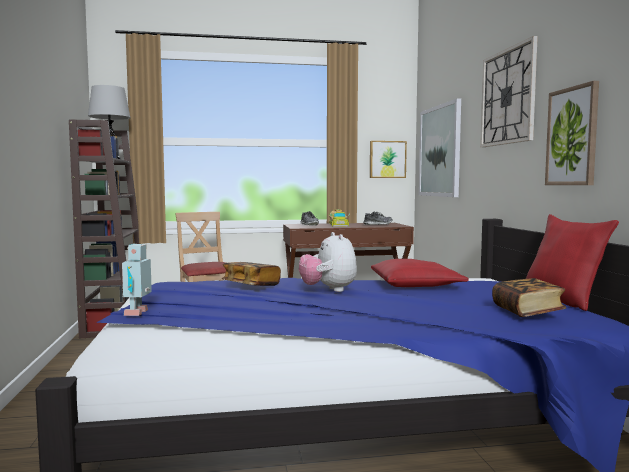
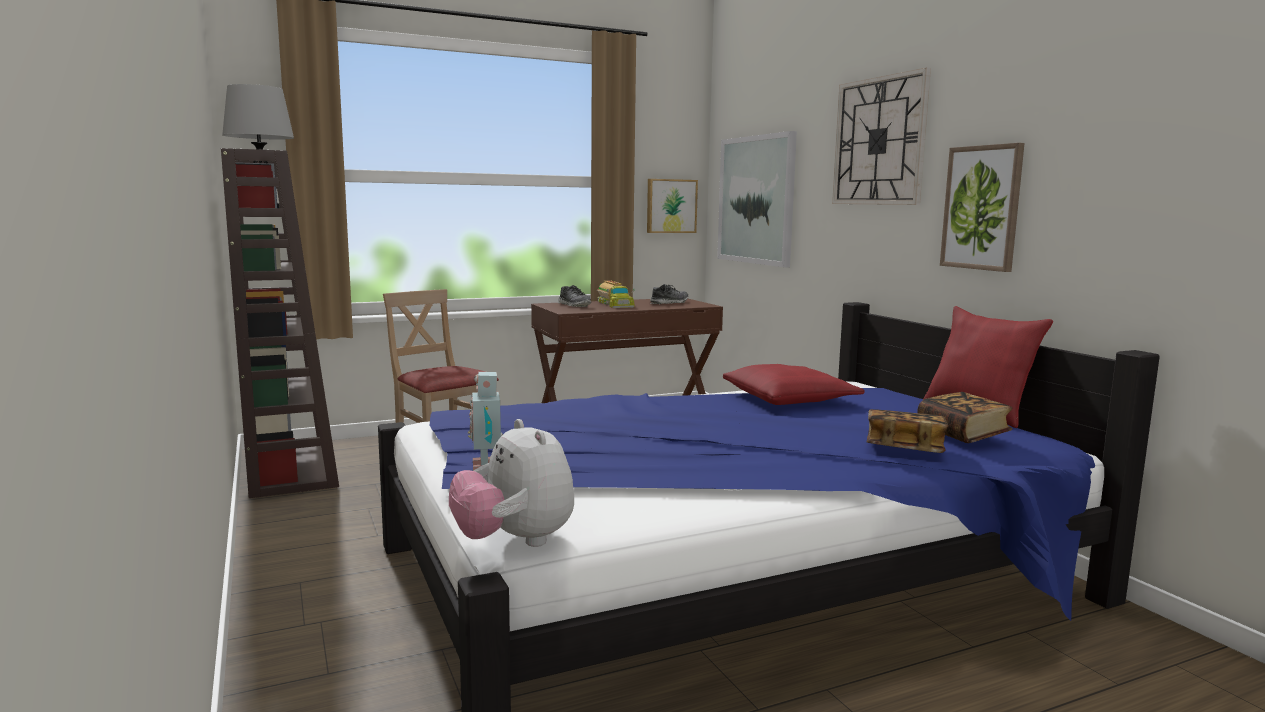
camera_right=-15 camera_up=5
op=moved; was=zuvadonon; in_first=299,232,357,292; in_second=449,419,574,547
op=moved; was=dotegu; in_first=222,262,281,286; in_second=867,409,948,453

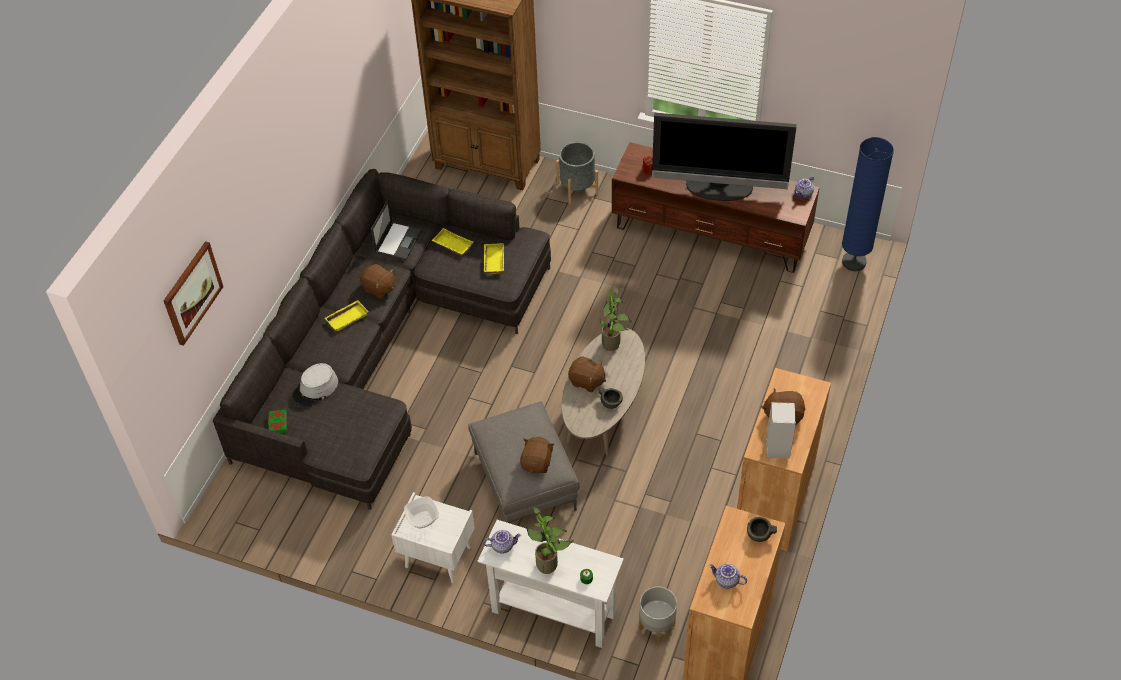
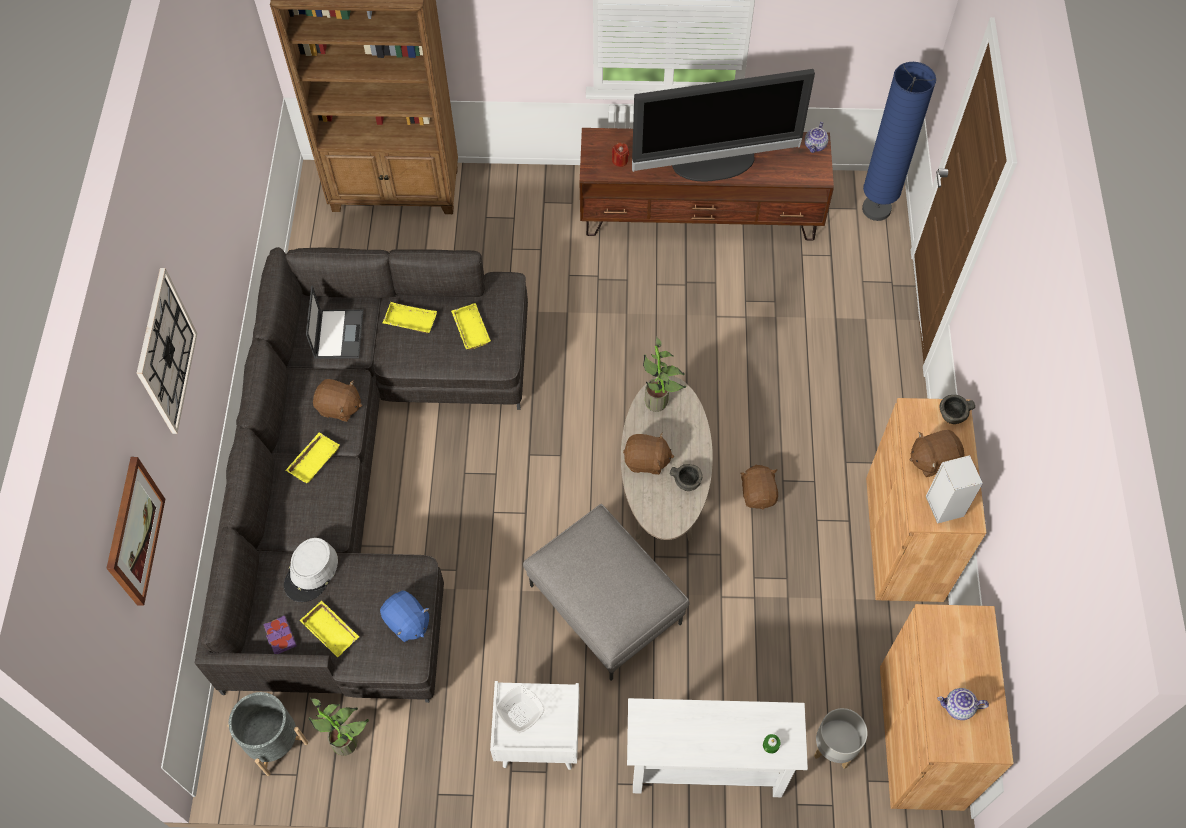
camera_right=-20 camera_up=10
op=added; now=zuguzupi; in_second=137,268,197,434
op=moved; was=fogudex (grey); in_first=556,142,598,204; in_second=227,692,308,776
op=recoloured; was=dotegu (green); now=dotegu (purple); in_first=268,409,287,433; in_second=263,616,296,654
op=added; now=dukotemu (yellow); in_second=300,600,359,657
op=moved; was=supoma; in_first=526,506,574,574; in_second=308,698,369,756
op=added; now=zuvadonon (blue); in_second=380,590,429,642
op=moved; was=zuvadonon (brown); in_first=520,437,554,473; in_second=741,465,778,509
op=moved; was=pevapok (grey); in_first=747,517,777,542; in_second=939,395,975,424
op=removed; was=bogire; in_first=483,530,521,553

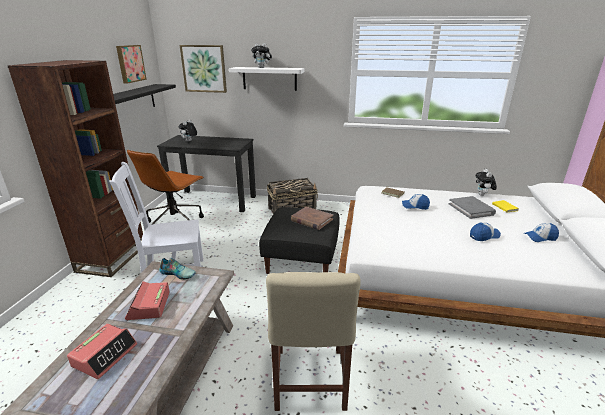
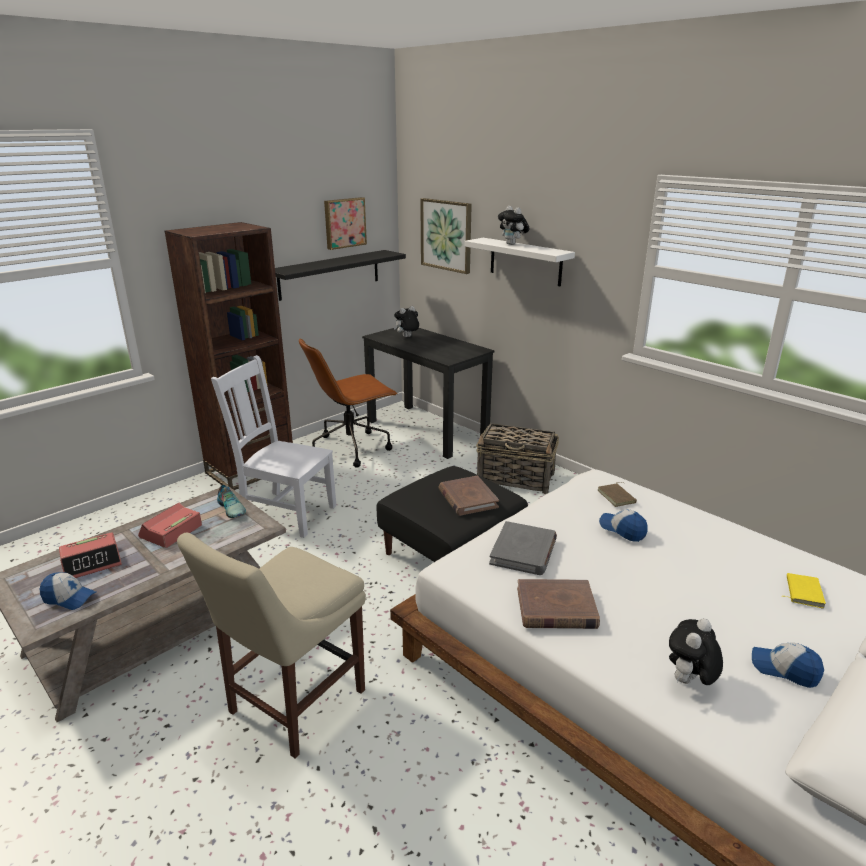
camera_right=35 camera_up=0
op=moved; was=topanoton; in_first=470,222,501,241; in_second=40,572,97,610
op=moved; was=dotegu (grey); in_first=449,196,496,219; in_second=489,521,557,575
op=added; now=dotegu (brown); in_second=517,579,600,629
op=moved; was=zuvadonon; in_first=475,169,497,196; in_second=669,618,723,685

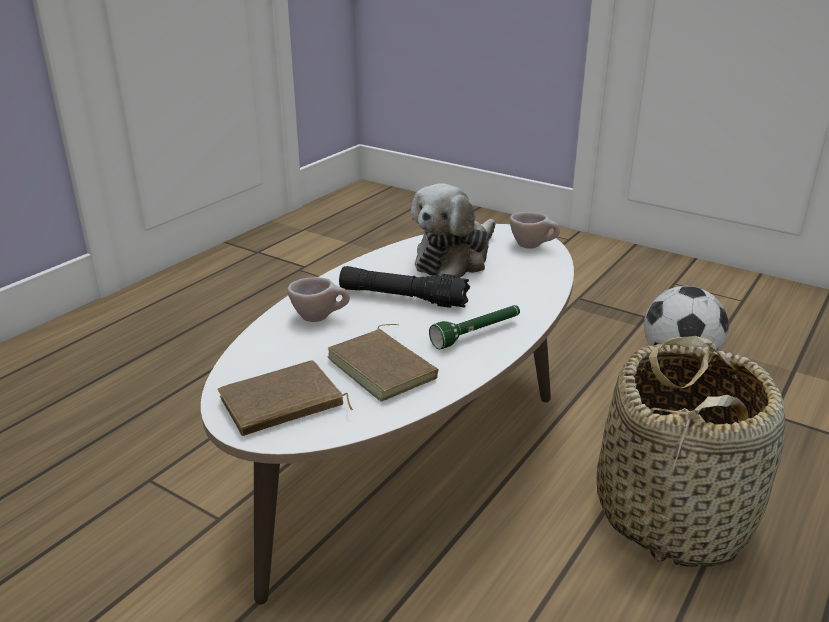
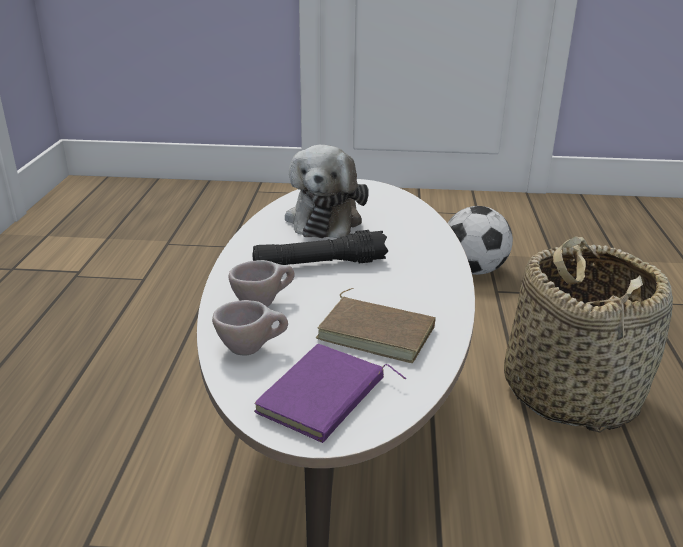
camera_right=-30 camera_up=0
op=moved; was=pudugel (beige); in_first=509,212,560,248; in_second=212,300,288,356
op=recoloured; was=dotegu (brown); now=dotegu (purple); in_first=217,360,353,436; in_second=254,344,406,443
op=removed; was=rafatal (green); in_first=429,305,520,349

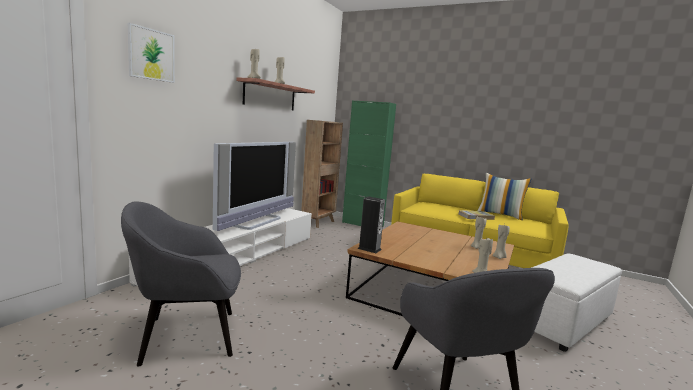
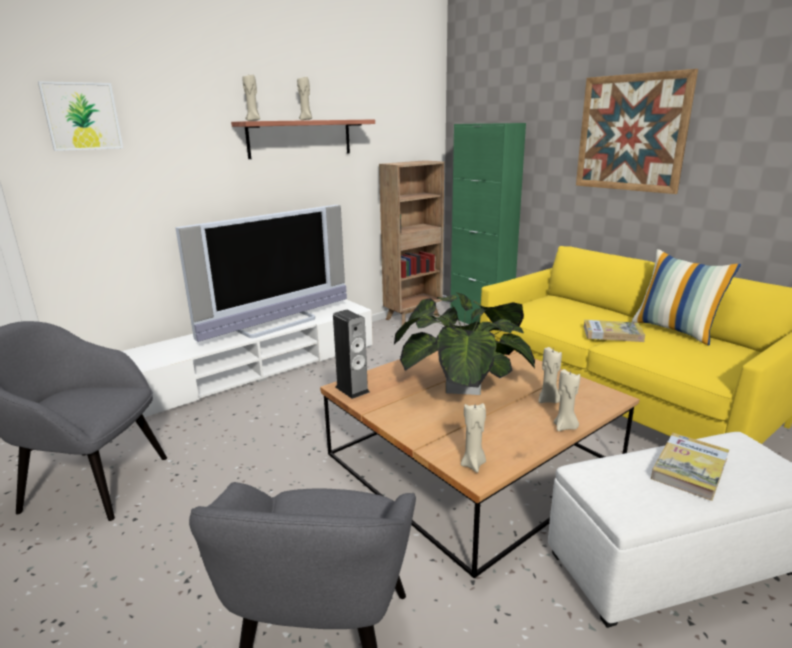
camera_right=25 camera_up=10
op=added; now=supoma; in_second=394,291,535,395
op=added; now=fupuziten; in_second=576,69,698,194
op=added; now=dotegu; in_second=651,433,729,501

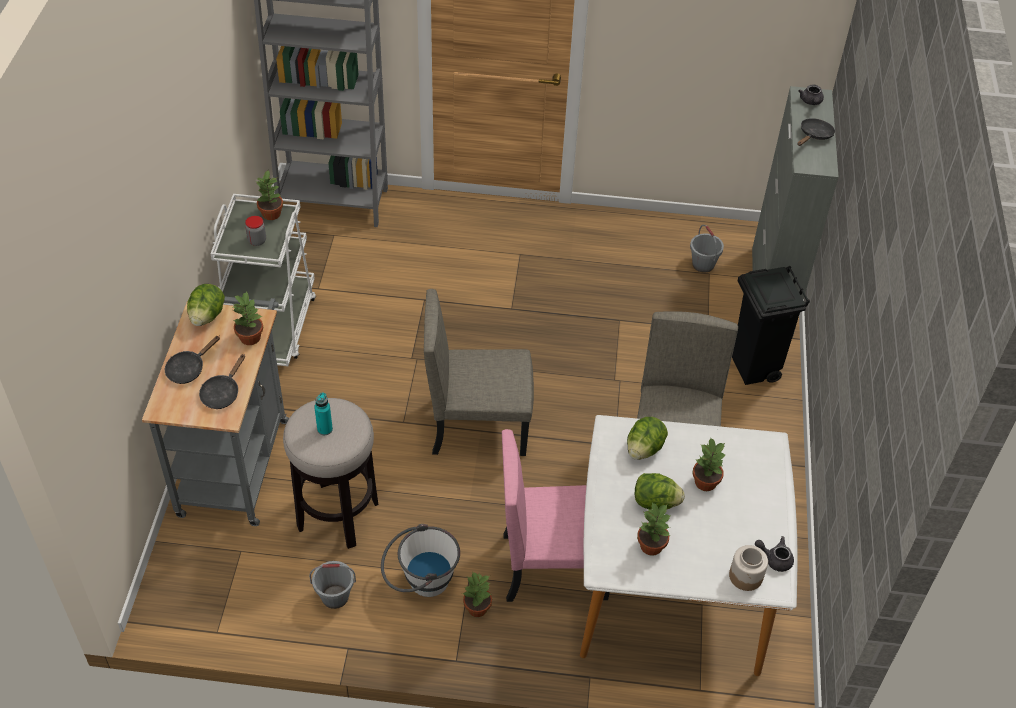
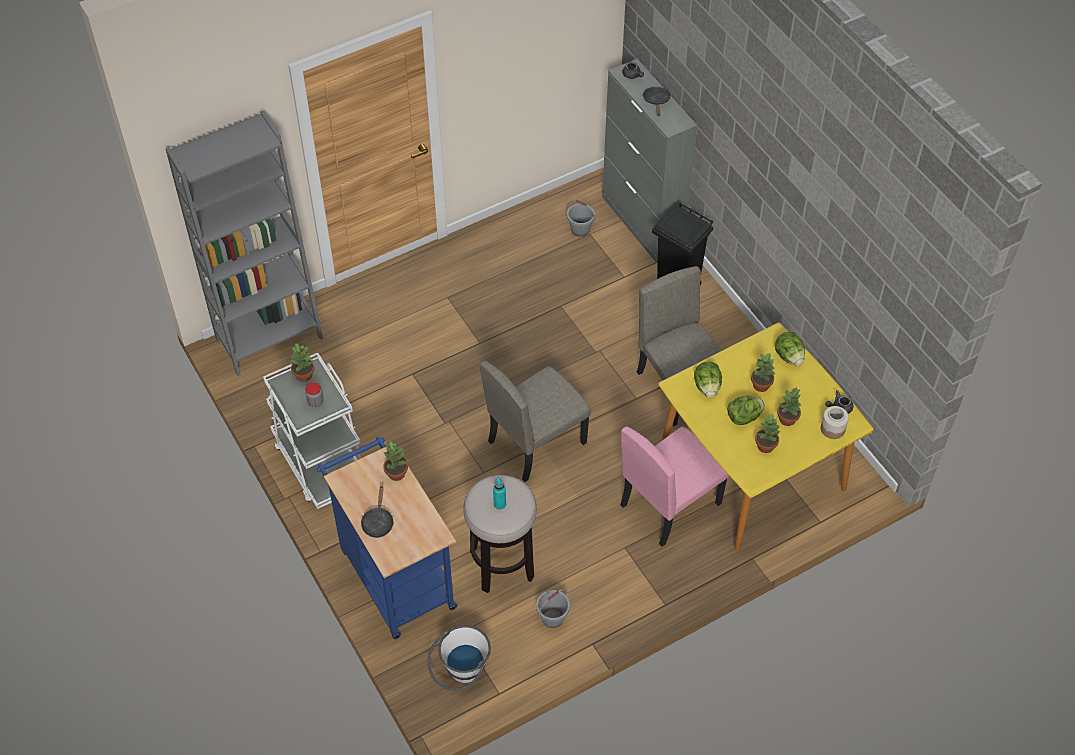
camera_right=-35 camera_up=5
op=recoloured; was=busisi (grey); now=busisi (blue); in_first=142,296,289,526; in_second=316,436,457,639
op=moved; was=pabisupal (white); in_first=381,524,460,597; in_second=428,625,491,691
op=recoloured; was=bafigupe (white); now=bafigupe (yellow); in_first=580,415,798,676; in_second=658,322,874,550
op=moved; was=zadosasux; in_first=187,284,225,326; in_second=775,332,805,366
op=moved; was=supoma; in_first=462,571,492,617; in_second=777,387,802,426
op=removed; was=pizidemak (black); in_first=199,355,245,409

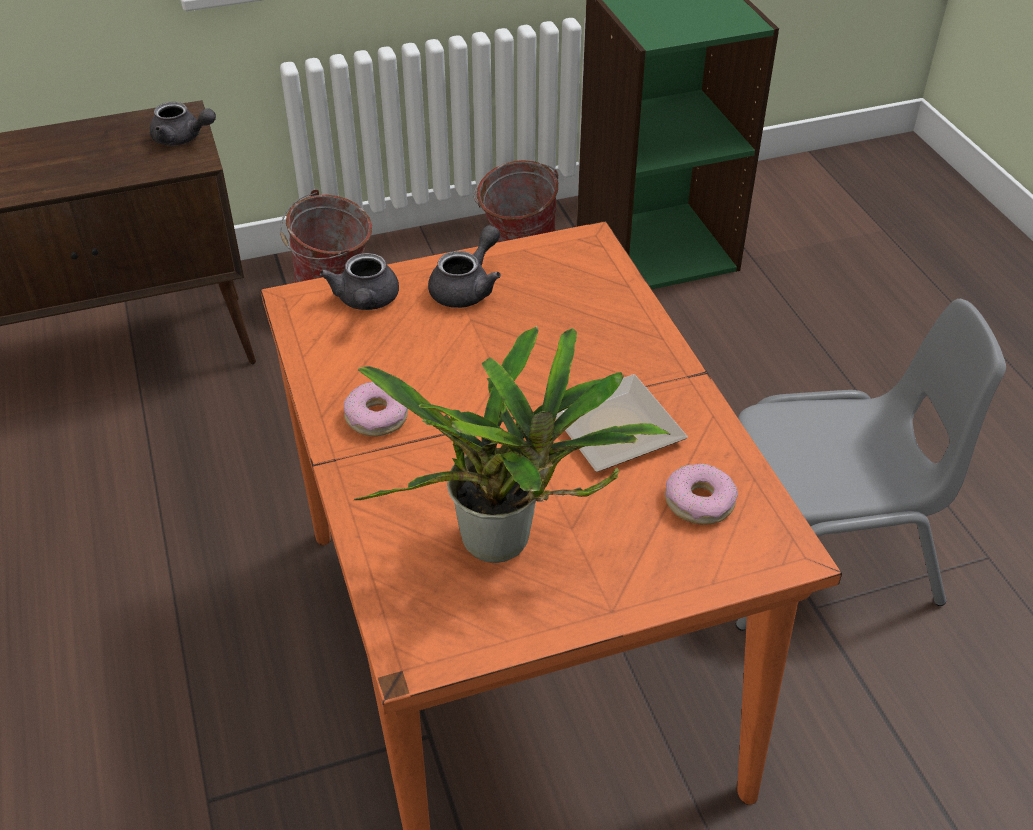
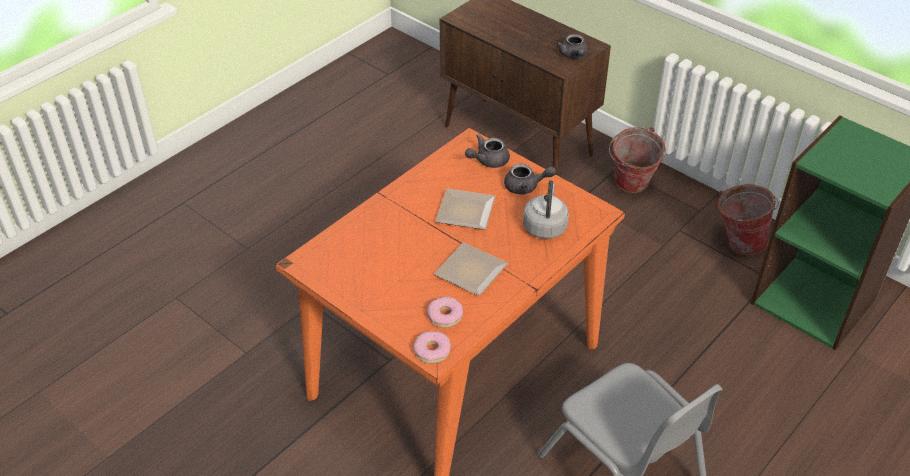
camera_right=60 camera_up=0
op=moved; was=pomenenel; in_first=344,382,408,437; in_second=414,331,451,364
op=added; now=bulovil; in_second=435,189,495,230
op=added; now=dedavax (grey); in_second=523,180,569,239
op=removed; was=supoma; in_first=354,326,670,563

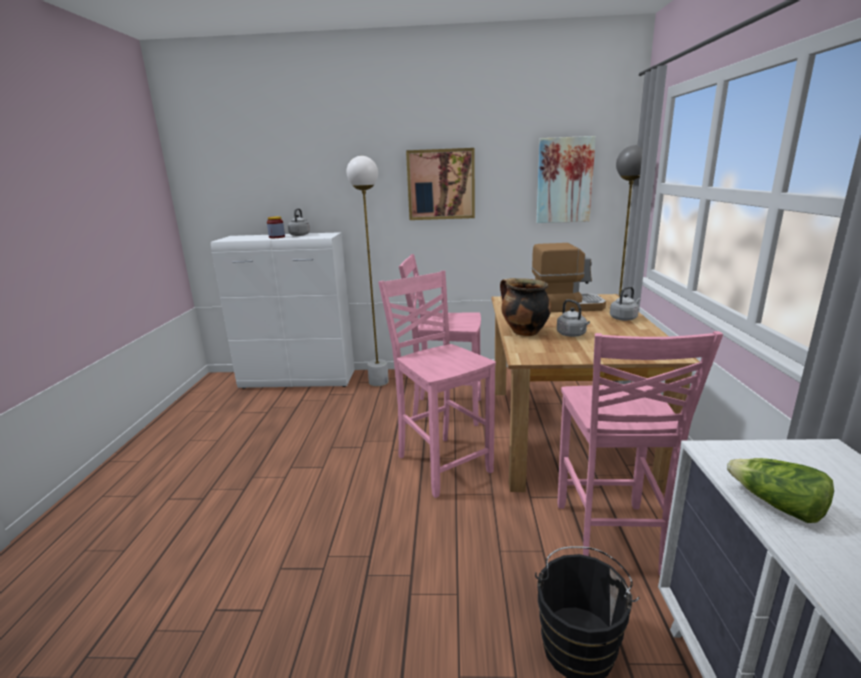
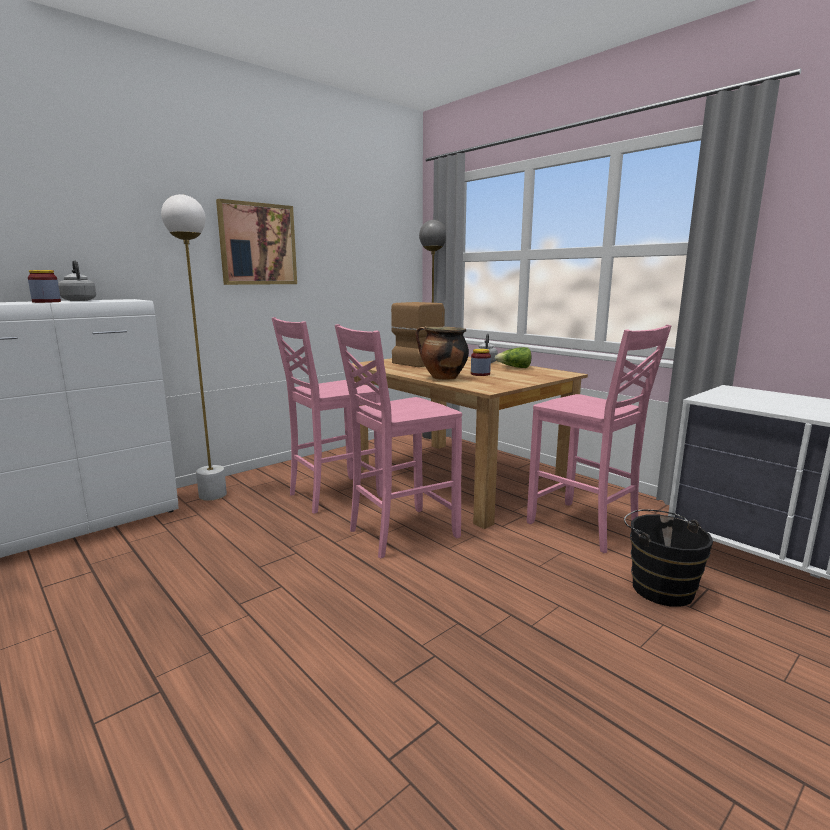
camera_right=-45 camera_up=-5
op=turned; was=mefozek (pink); in_first=378,271,496,498; in_second=335,324,462,558; clockwise=-45
op=replaced; was=dedavax (grey); now=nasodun; in_first=557,299,590,337; in_second=471,349,491,376
op=moved; was=zadosasux; in_first=727,458,834,523; in_second=495,347,531,368
op=removed; was=fupuziten; in_first=536,136,596,223

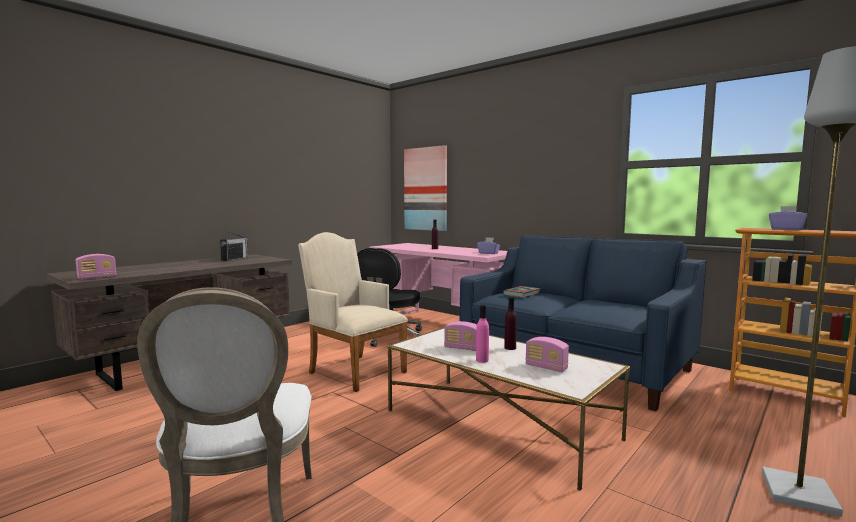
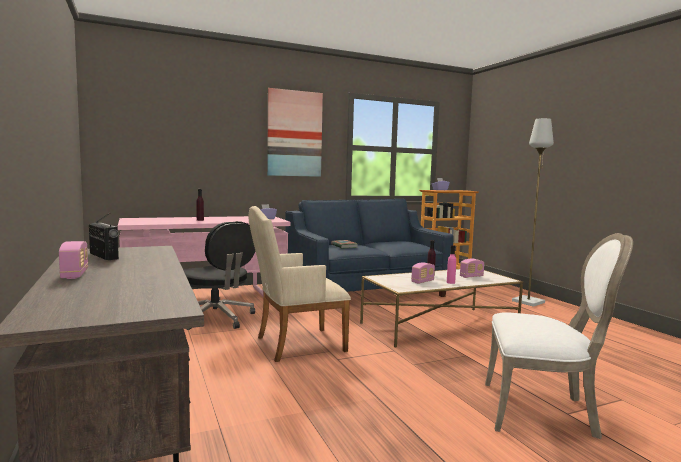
camera_right=-65 camera_up=0
op=moved; was=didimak; in_first=75,254,116,280; in_second=59,241,88,279
op=moved; was=fupuziten; in_first=404,145,447,231; in_second=267,88,323,177

